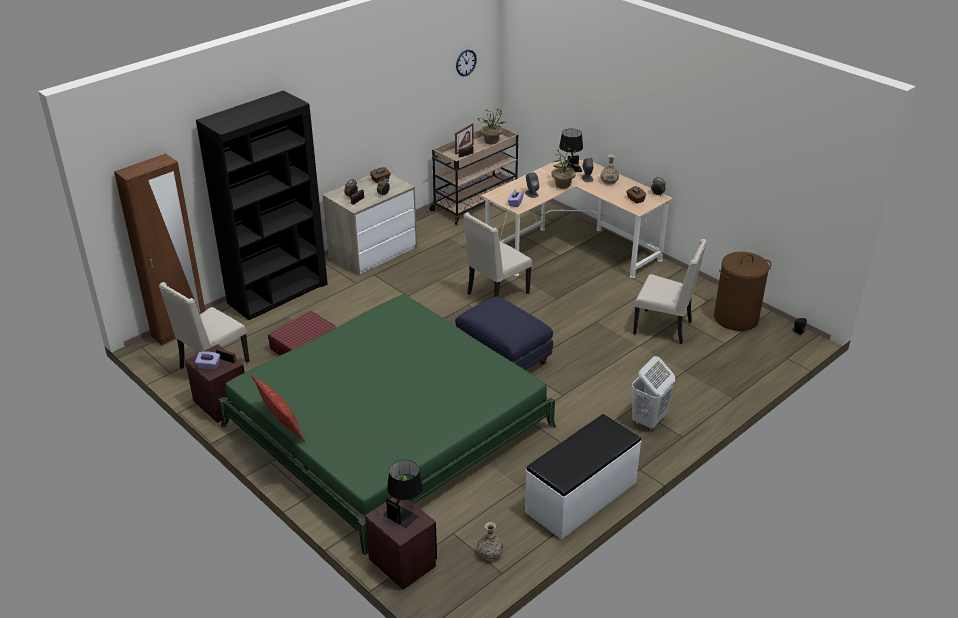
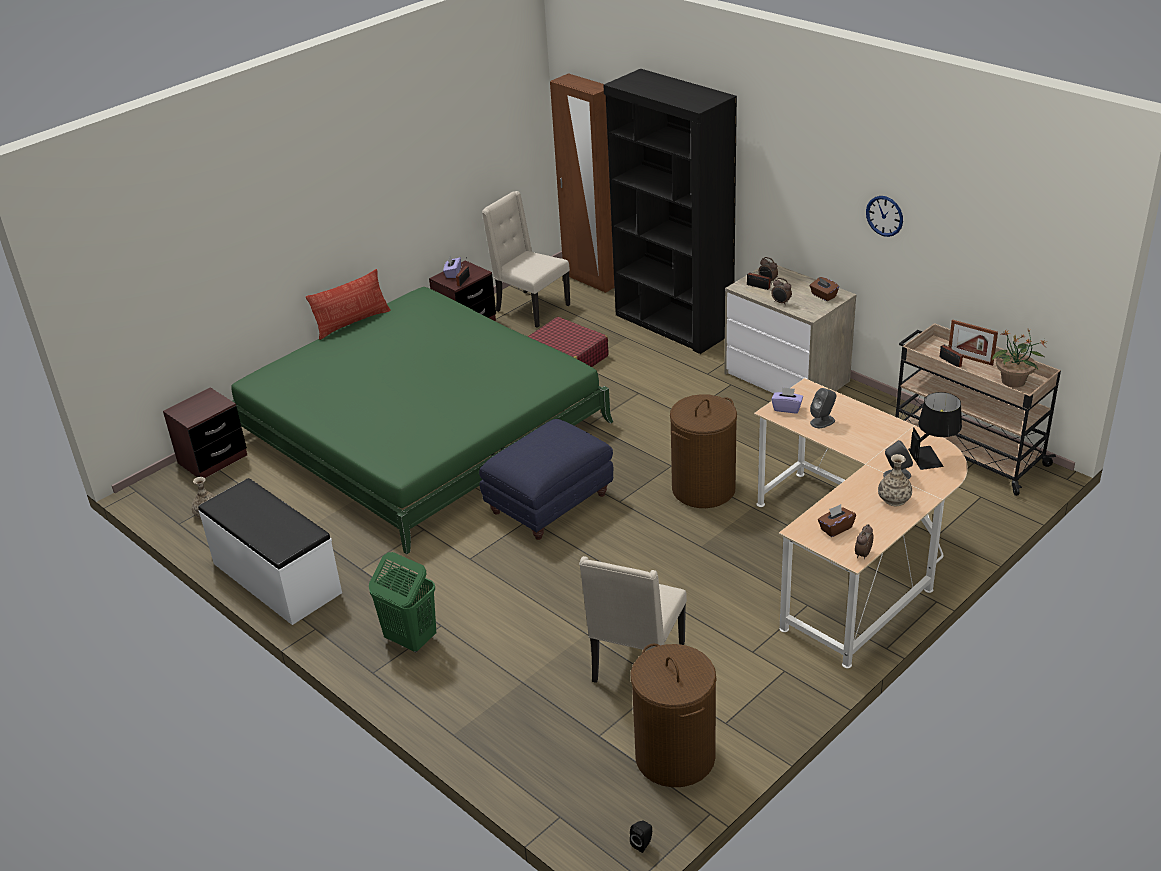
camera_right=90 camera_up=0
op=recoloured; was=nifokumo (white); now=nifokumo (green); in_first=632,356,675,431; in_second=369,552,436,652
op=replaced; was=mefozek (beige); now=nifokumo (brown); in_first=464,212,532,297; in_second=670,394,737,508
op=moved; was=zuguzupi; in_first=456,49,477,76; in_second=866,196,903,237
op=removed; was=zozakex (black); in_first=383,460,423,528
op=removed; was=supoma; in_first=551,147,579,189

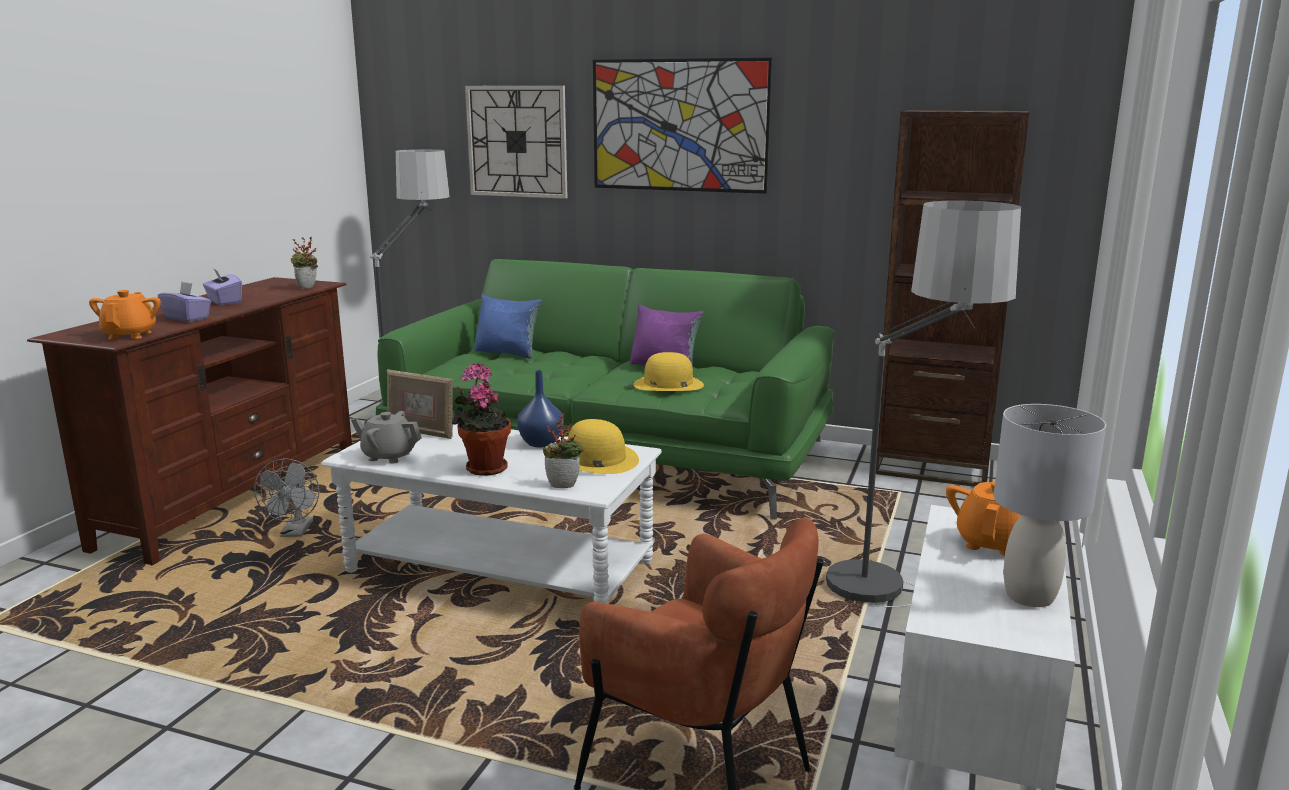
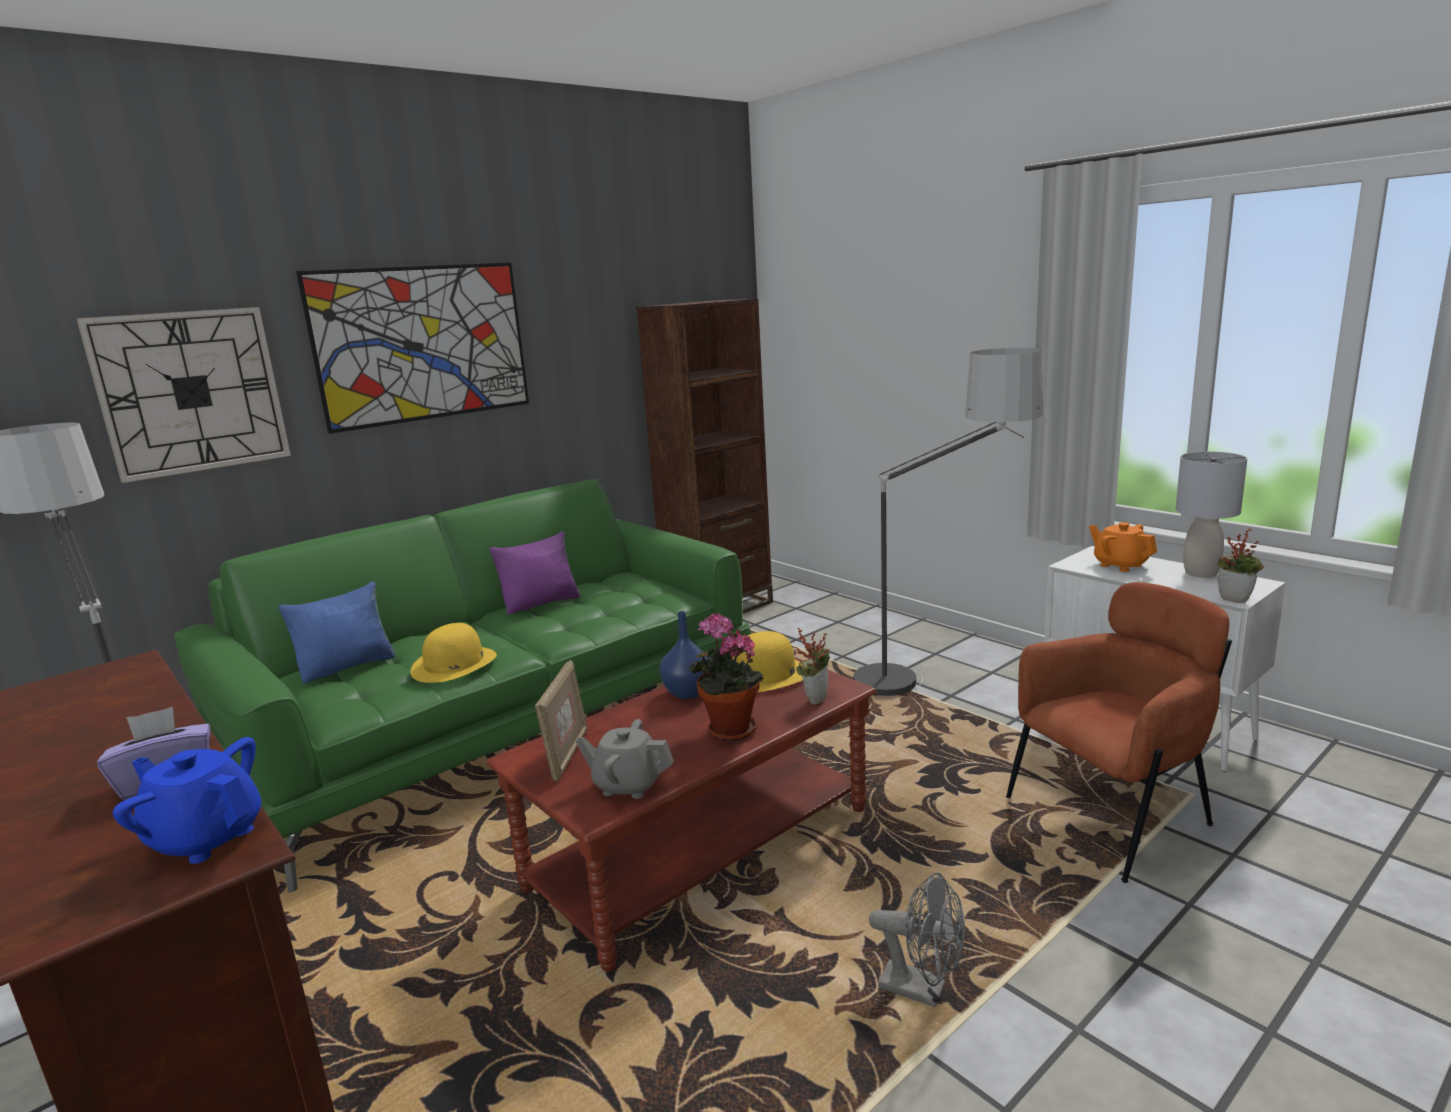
camera_right=-60 camera_up=0
op=recoloured; was=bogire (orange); now=bogire (blue); in_first=89,290,161,339; in_second=113,737,261,864
op=moved; was=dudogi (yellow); in_first=633,352,704,391; in_second=410,623,497,683
op=recoloured; was=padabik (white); now=padabik (brown); in_first=321,424,662,604; in_second=486,657,877,972
op=turned; was=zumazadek; in_first=387,369,453,439; in_second=535,659,588,782; clockwise=-45
op=turned; was=bogire (grey); in_first=351,411,422,464; in_second=575,719,674,799; clockwise=60
op=moved; was=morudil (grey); in_first=254,458,319,537; in_second=869,872,965,1007
op=moved; was=supoma; in_first=290,237,318,289; in_second=1218,528,1264,603
op=removed; was=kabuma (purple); in_first=203,268,242,305

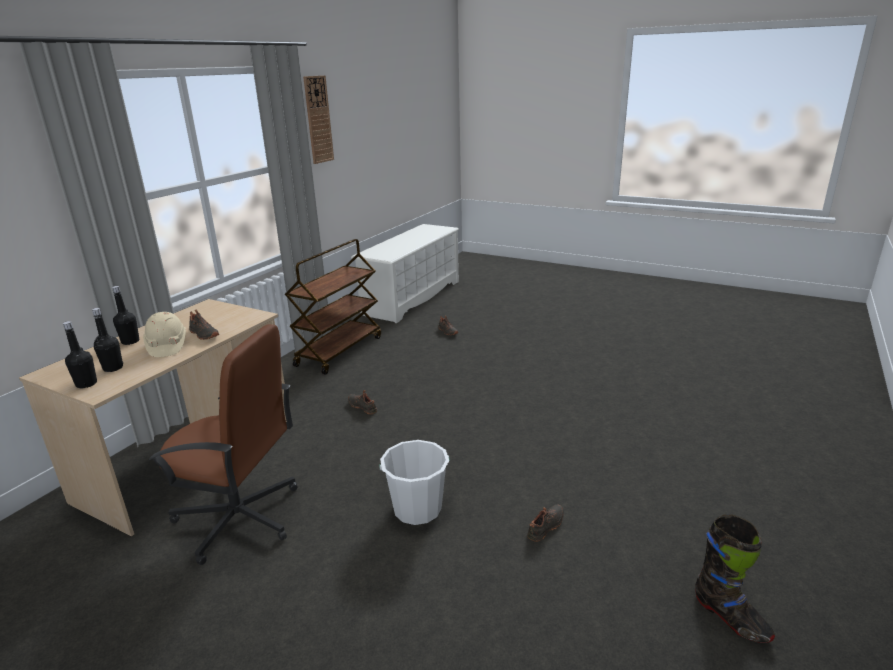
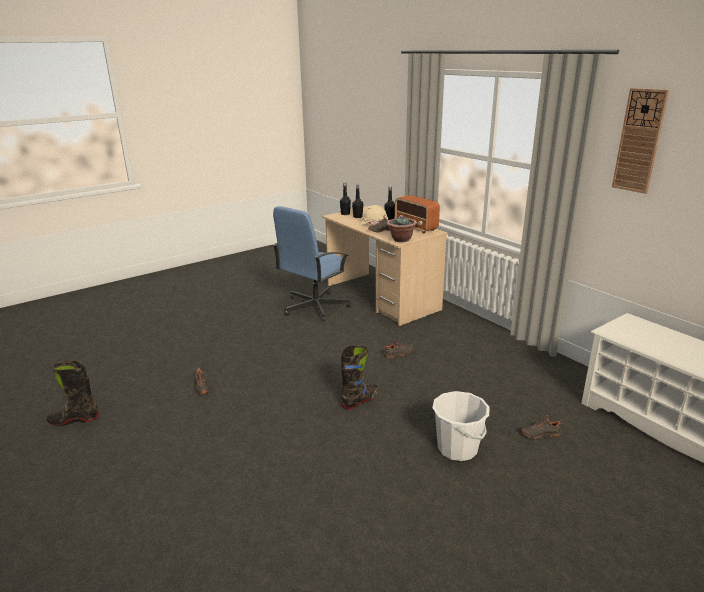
camera_right=115 camera_up=0
op=recoloured; was=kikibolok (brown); now=kikibolok (blue); in_first=149,324,298,565; in_second=273,206,351,321
op=added; now=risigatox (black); in_second=341,345,379,409
op=added; now=supoma; in_second=387,216,417,242
op=added; now=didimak; in_second=395,195,440,233
op=moved; was=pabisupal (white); in_first=379,440,449,525; in_second=432,391,490,461
op=removed; was=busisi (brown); in_first=285,239,381,375

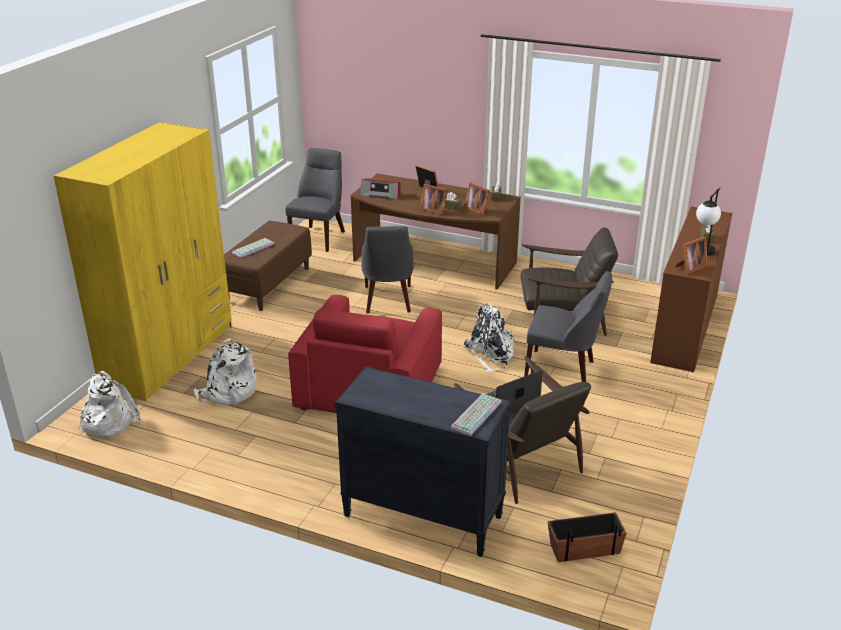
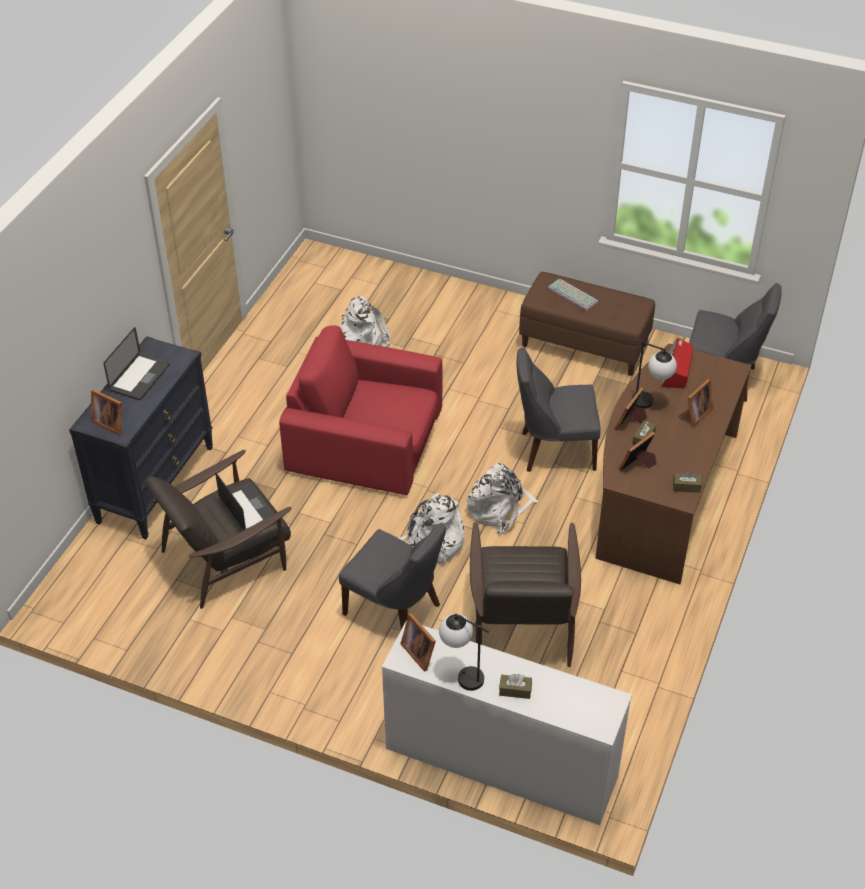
camera_right=90 camera_up=15
op=replaced; was=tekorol; now=zumazadek; in_first=451,393,502,436; in_second=91,389,122,435
op=added; now=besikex; in_second=103,327,170,400
op=turned; was=mefozek (grey); in_first=524,271,612,382; in_second=339,523,446,629; clockwise=-75
op=recoloured; was=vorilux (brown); now=vorilux (white); in_first=650,207,732,373; in_second=382,620,632,825
op=moved; was=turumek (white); in_first=78,371,141,437; in_second=467,463,539,534
op=added; now=zozakex; in_second=632,339,677,409
op=removed; was=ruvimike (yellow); in_first=53,122,232,401
op=removed; was=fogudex; in_first=548,512,627,562

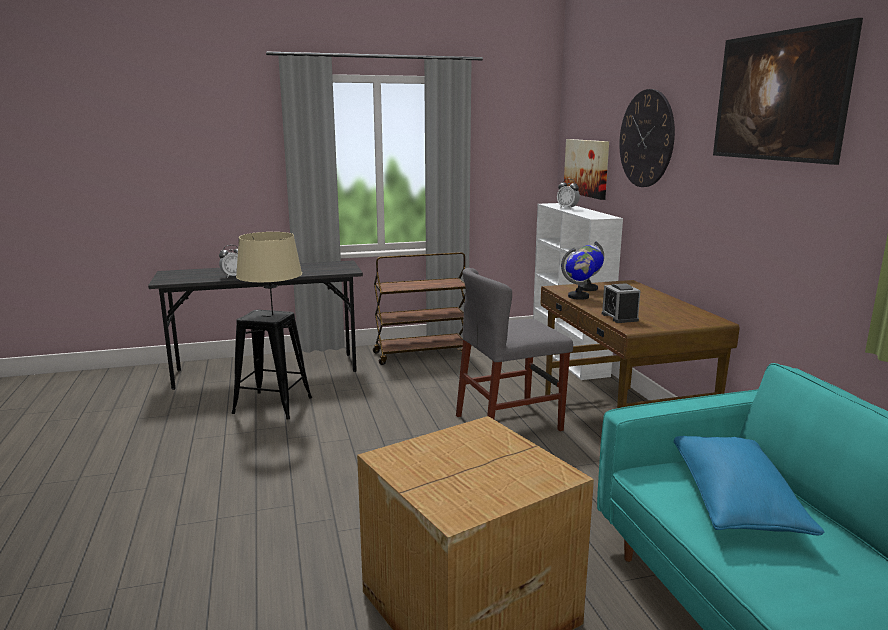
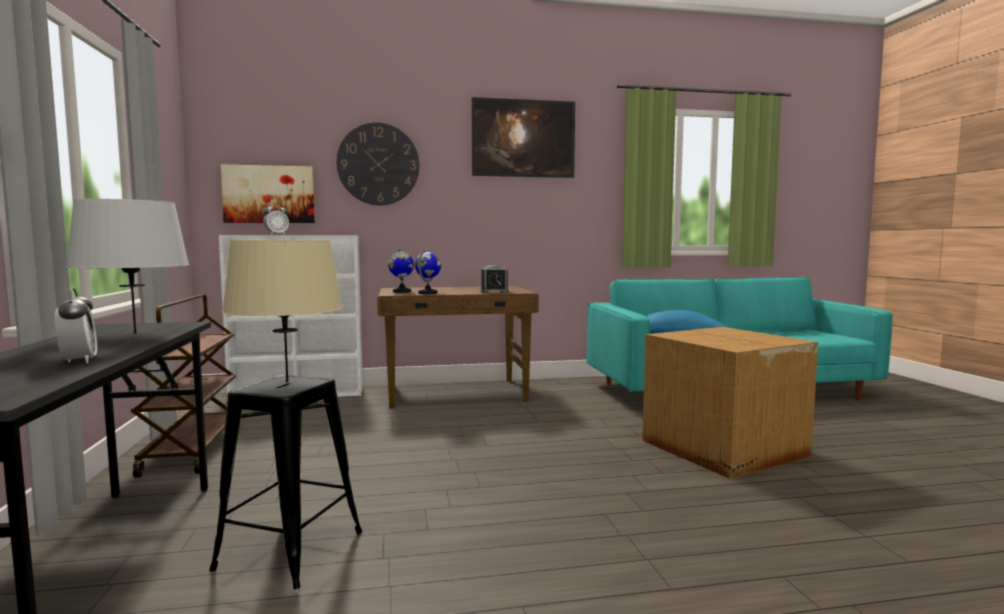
camera_right=-85 camera_up=-10
op=added; now=zozakex (grey); in_second=66,199,189,334
op=removed; was=mefozek (grey); in_first=456,268,573,431

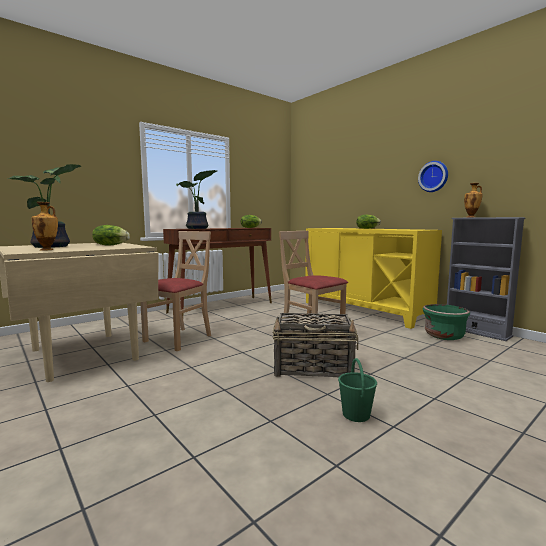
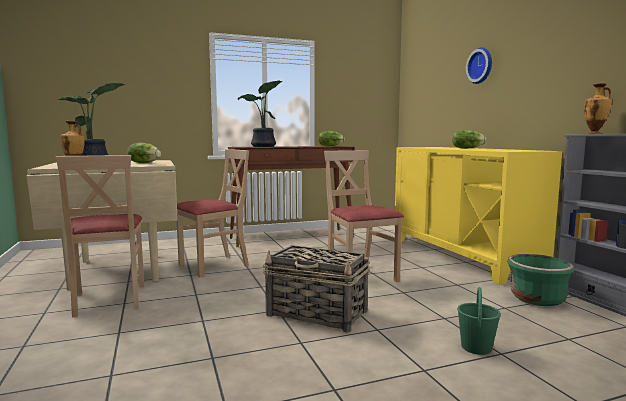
camera_right=20 camera_up=0
op=added; now=mefozek (beige); in_second=56,155,144,317
op=moved; was=pabisupal (green); in_first=338,358,377,422; in_second=457,287,501,355
op=moved; was=zuguzupi; in_first=418,161,448,192; in_second=466,47,492,84

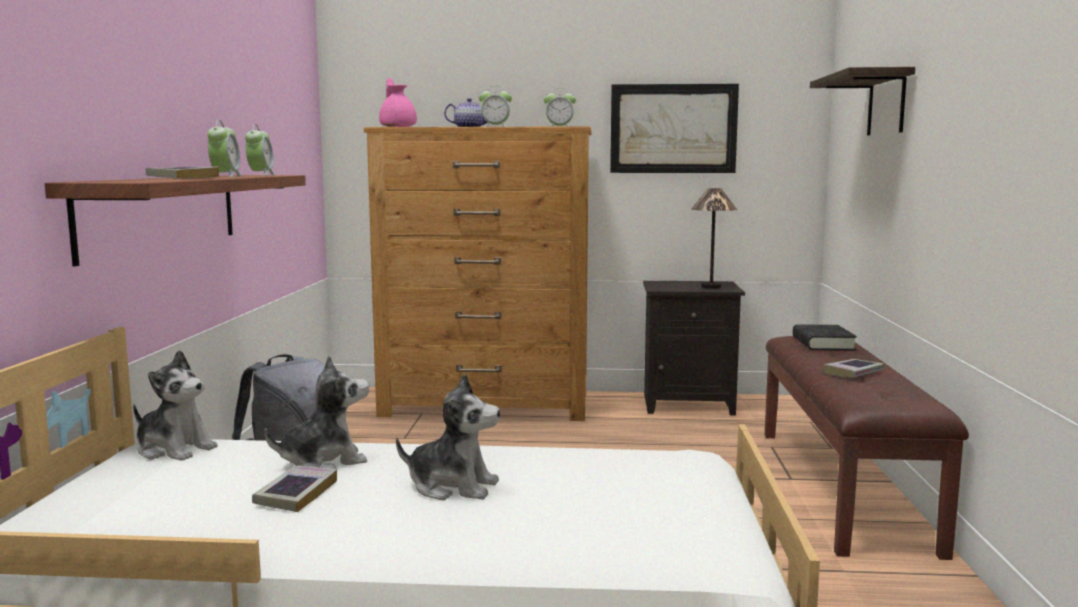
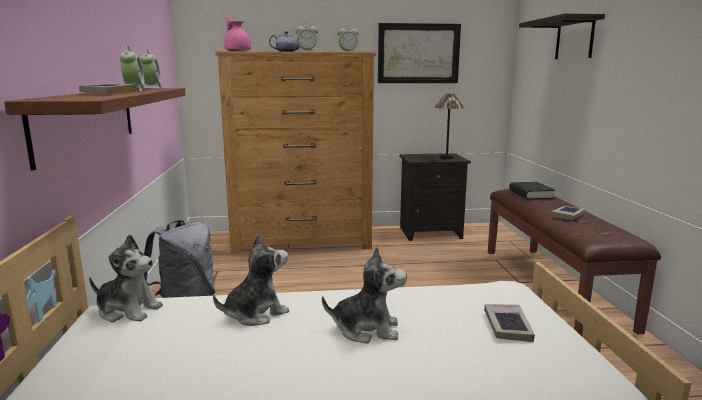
camera_right=-10 camera_up=5
op=moved; was=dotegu; in_first=252,466,337,512; in_second=484,304,535,342

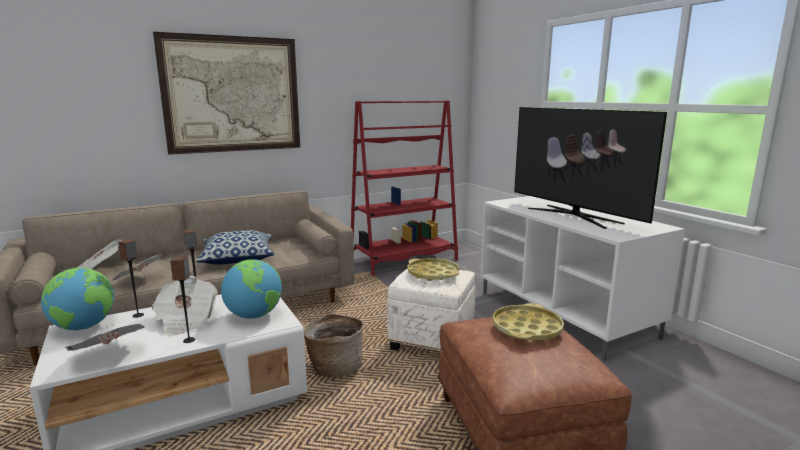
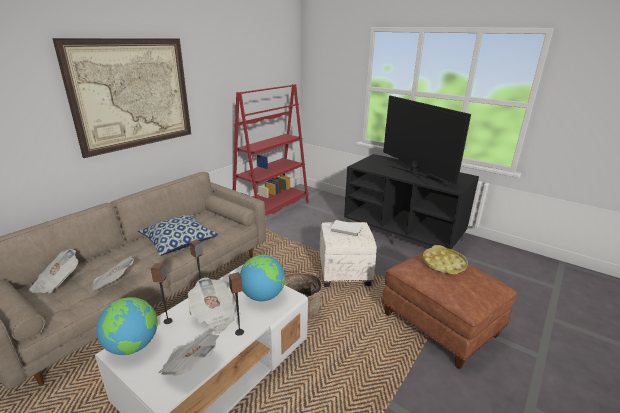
camera_right=-25 camera_up=10
op=replaced; was=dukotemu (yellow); now=dotegu (white); in_first=407,258,459,281; in_second=330,220,363,237
op=recoloured; was=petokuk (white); now=petokuk (black); in_first=480,196,685,361; in_second=344,154,479,249
op=turned; was=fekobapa; in_first=514,107,667,229; in_second=383,95,471,185; clockwise=-150

